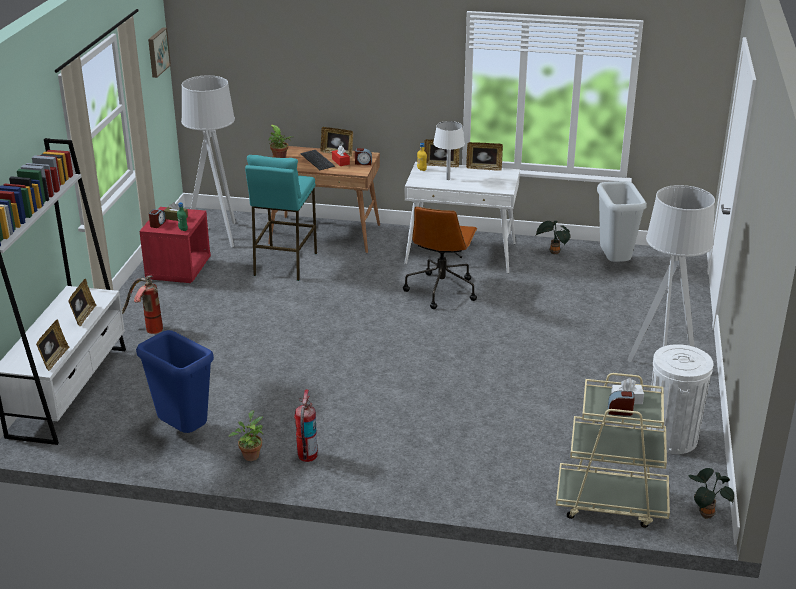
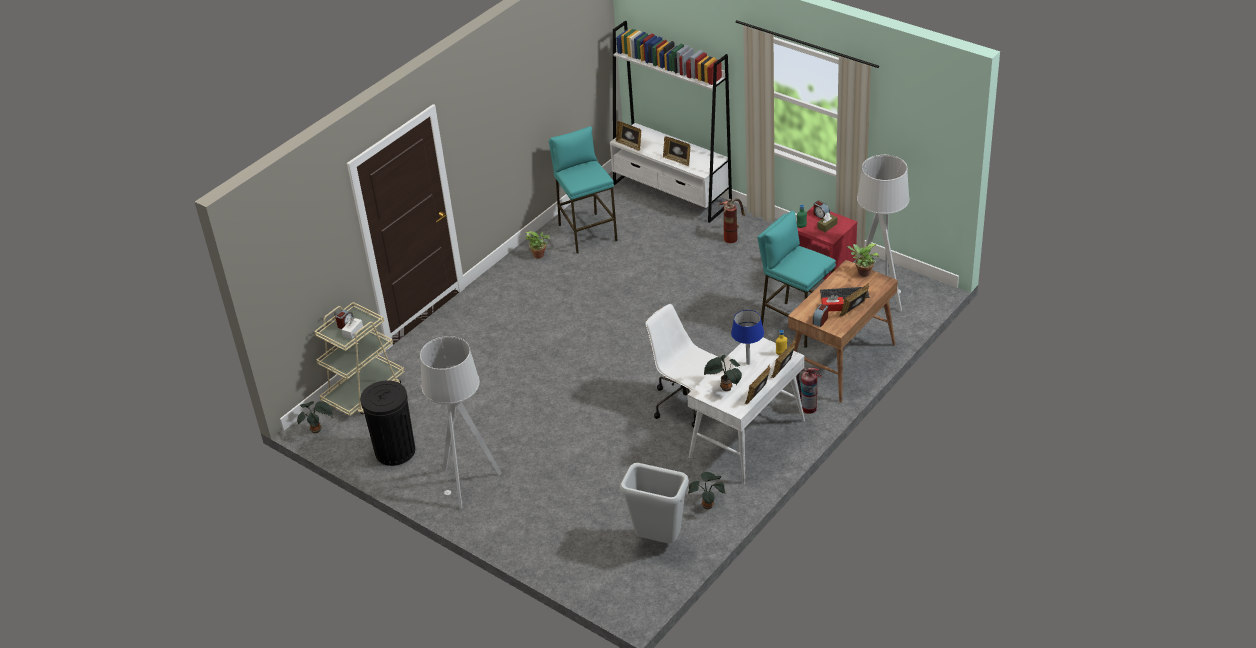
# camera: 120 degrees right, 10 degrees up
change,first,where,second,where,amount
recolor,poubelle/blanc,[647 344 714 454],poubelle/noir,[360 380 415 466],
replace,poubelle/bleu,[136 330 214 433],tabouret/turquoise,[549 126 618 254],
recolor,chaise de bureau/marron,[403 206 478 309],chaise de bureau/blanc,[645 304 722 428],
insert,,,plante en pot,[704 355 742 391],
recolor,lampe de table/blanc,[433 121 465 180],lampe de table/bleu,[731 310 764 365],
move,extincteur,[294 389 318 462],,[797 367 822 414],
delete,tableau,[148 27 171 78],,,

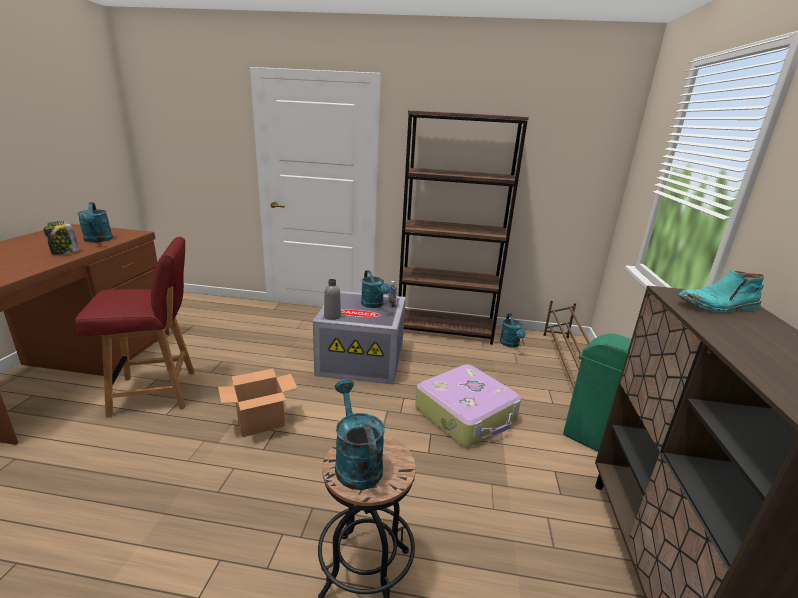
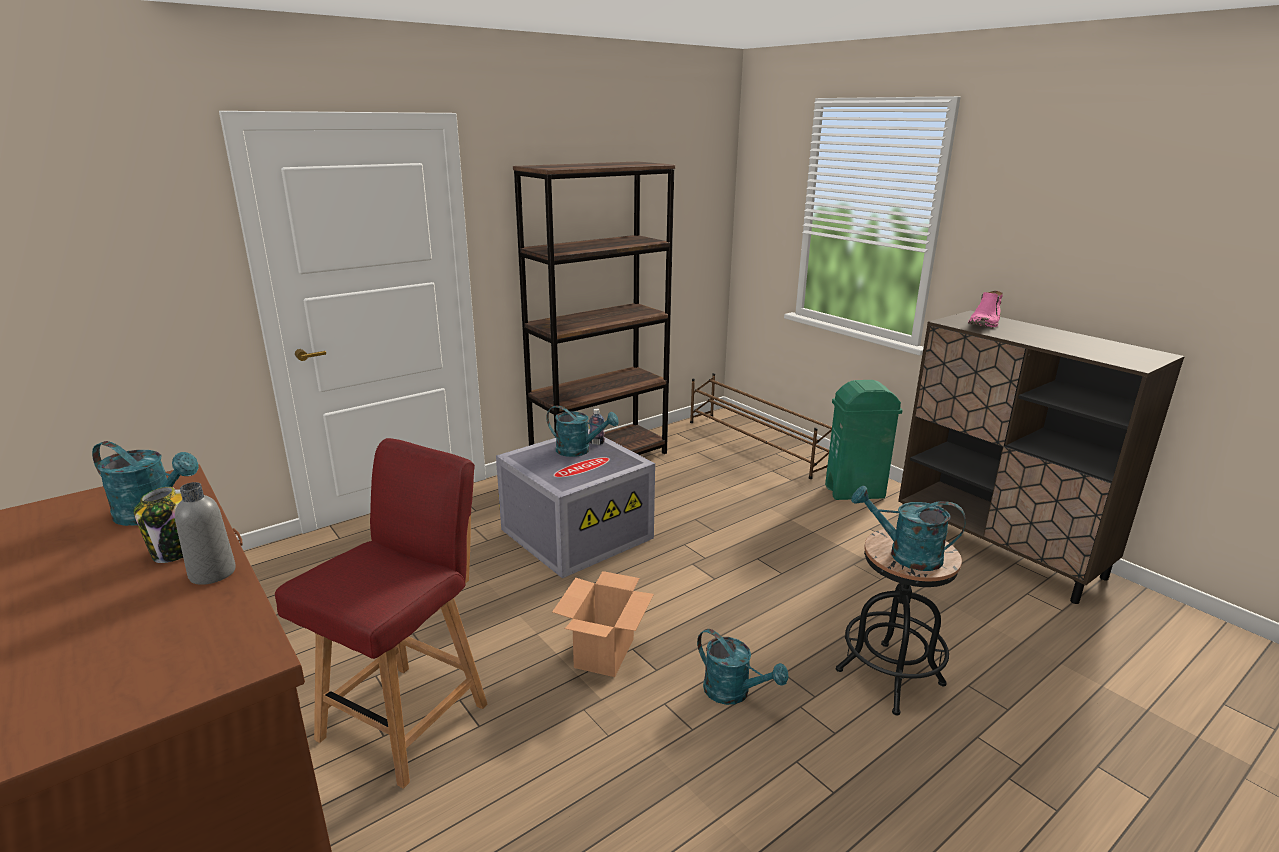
# camera: 45 degrees left, 0 degrees up
change,first,where,second,where,amount
move,bouteille/gris,[324 279 341 320],,[175 482 236 585],
move,arrosoir/turquoise,[500 313 526 348],,[697 629 789 705],
recolor,botte/turquoise,[678 269 764 313],botte/rose,[968 291 1003 327],
delete,valise,[415 364 521 447],,,

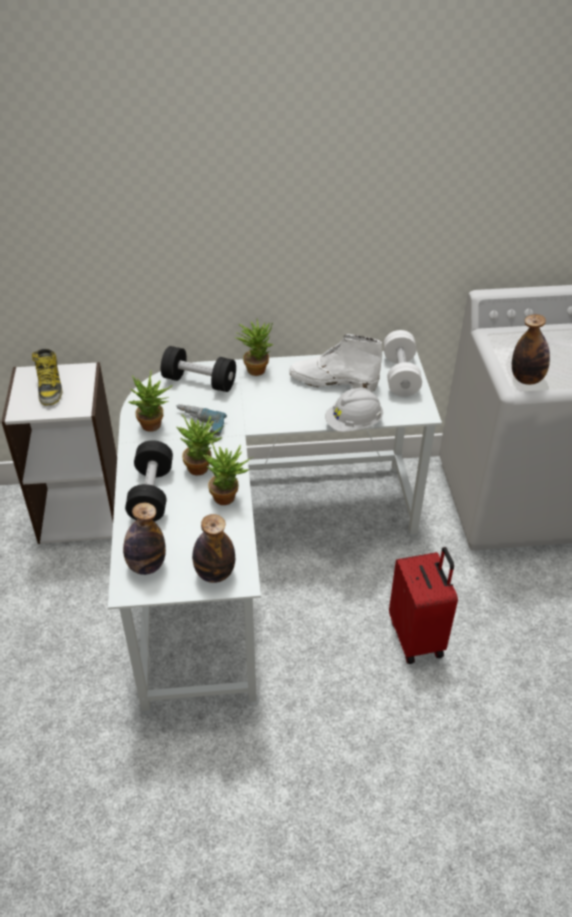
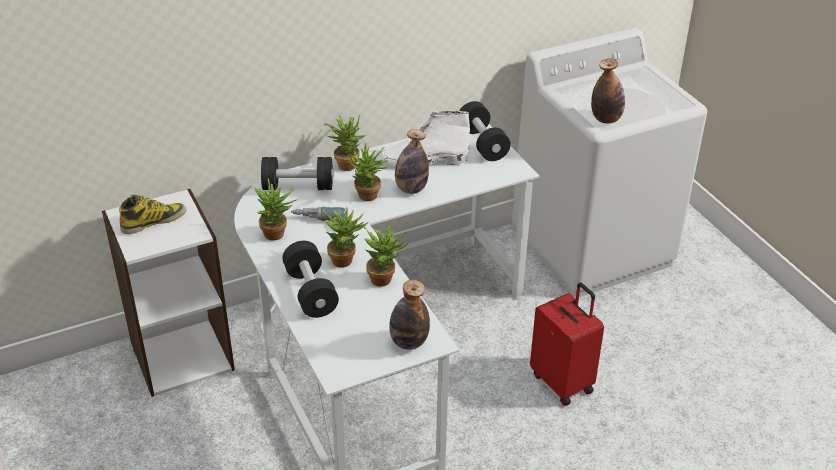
# camera: 20 degrees left, 5 degrees down
change,first,where,second,where,amount
rotate,botte,[32 349 62 406],,[119 194 186 234],90 degrees counterclockwise
insert,,,plante en pot,[348 142 388 201],
move,bouteille,[123 503 166 575],,[395 129 429 194],
recolor,haltère/blanc,[383 330 422 397],haltère/noir,[459 101 511 161],
delete,casque de chantier/blanc,[325 388 383 432],,,

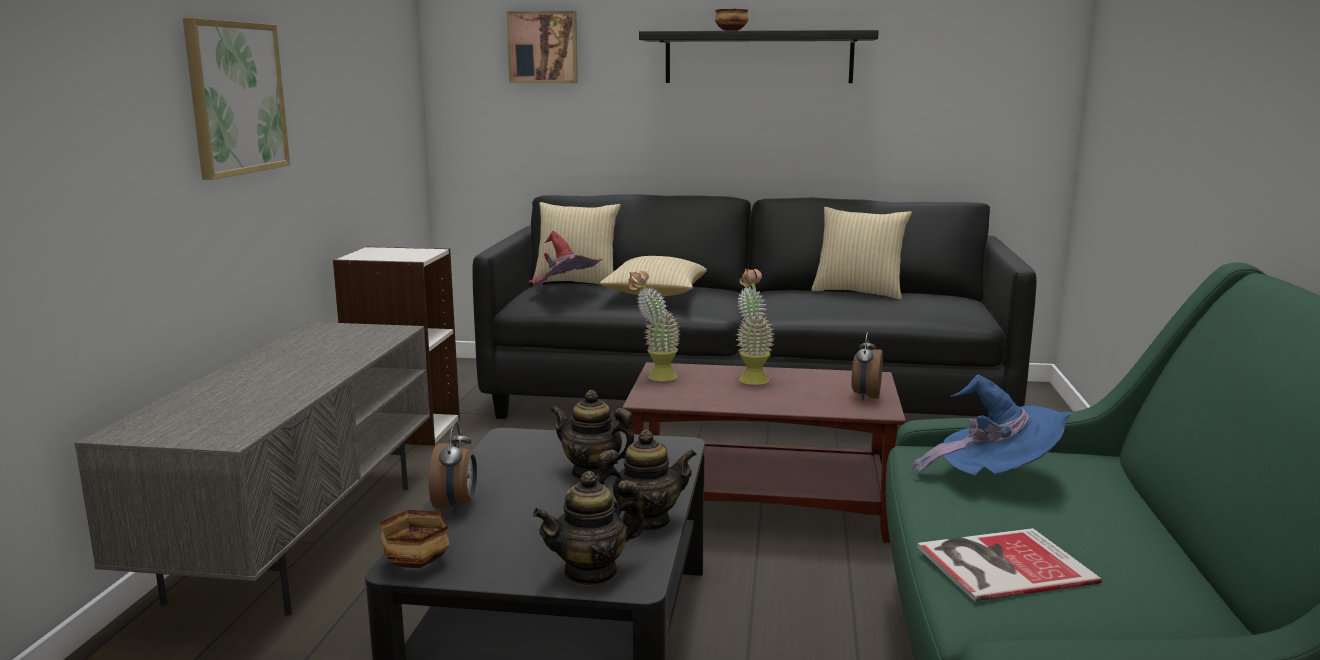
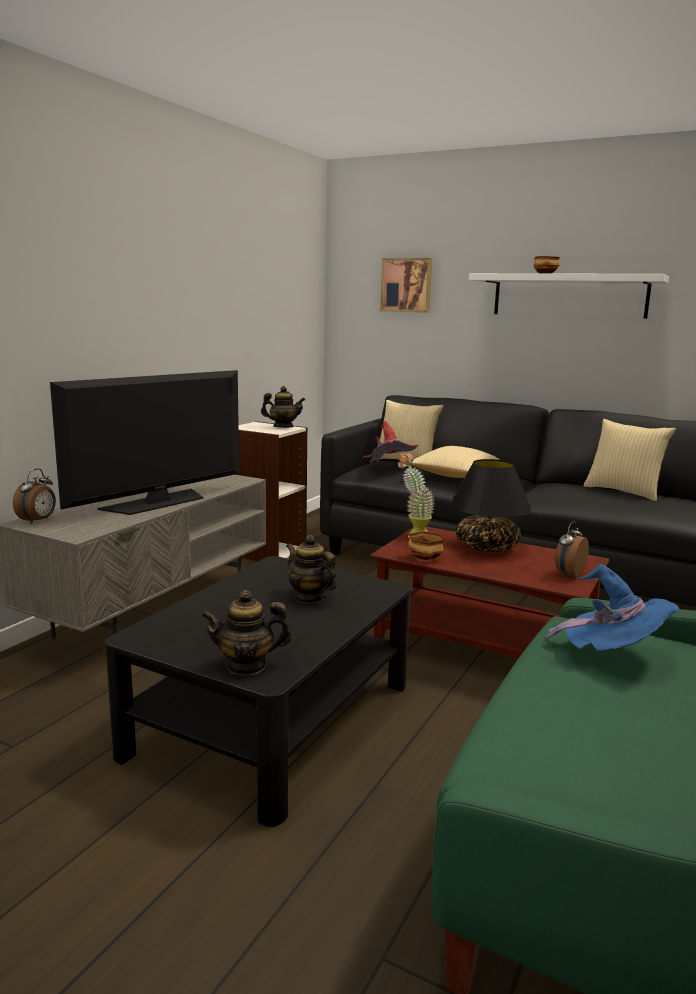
# camera: 20 degrees right, 0 degrees up
change,first,where,second,where,amount
move,réveil,[429 422 477 514],,[13 468 56 524],
insert,,,téléviseur,[50 370 239 515],
move,théière,[597 429 697 530],,[261 386 305 428],
move,bol,[380 510 450 568],,[408 531 444 560],
replace,plante en pot,[736 269 774 385],lampe de table/noir,[450 459 531 552],
recolor,étagère/noir,[639 30 879 83],étagère/blanc,[469 273 669 319],
delete,tableau,[183 18 290 180],,,
delete,livre,[917 528 1102 601],,,

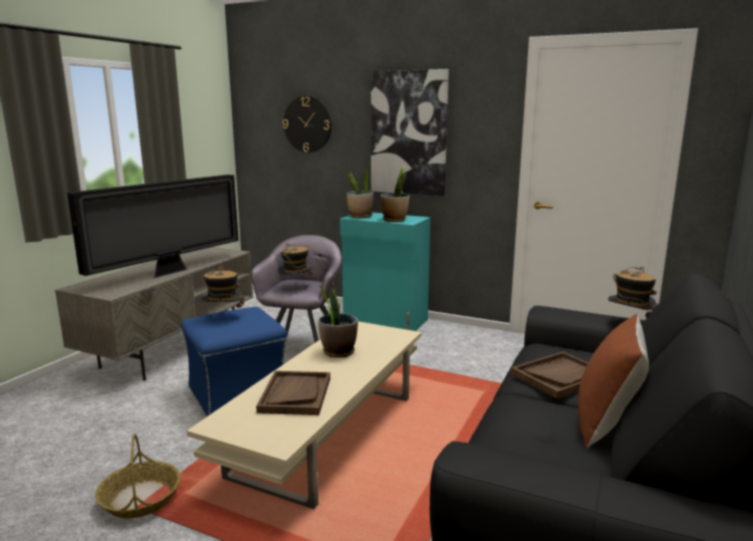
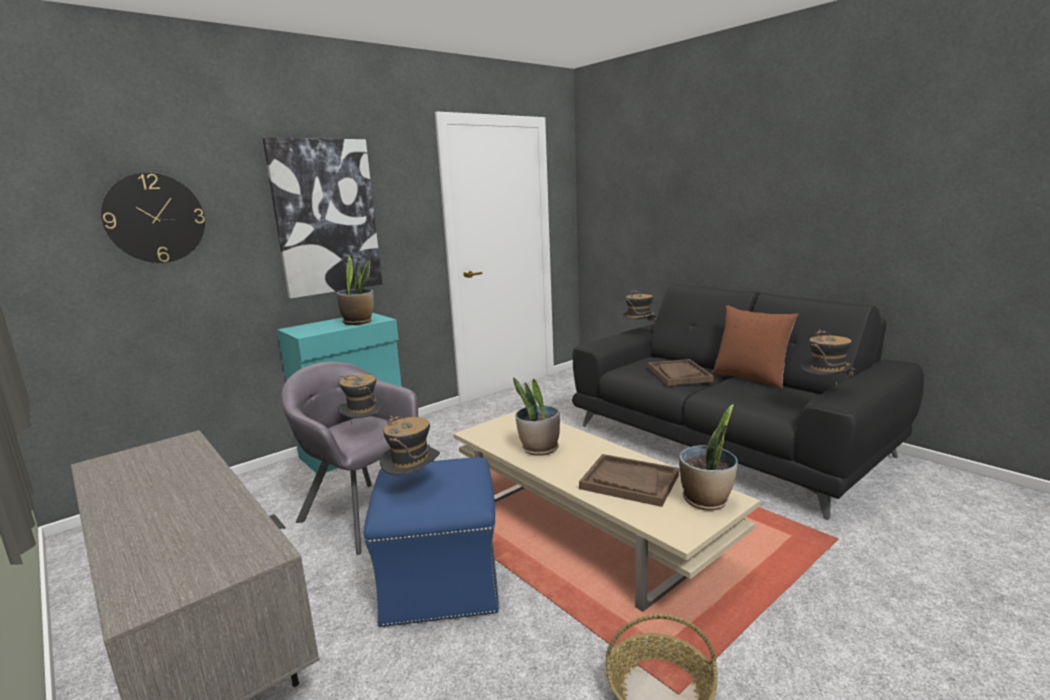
# camera: 65 degrees left, 0 degrees up
change,first,where,second,where,amount
move,plante en pot,[346 166 374 218],,[679 404 738 510],
insert,,,chapeau,[801 330 856 386],
delete,téléviseur,[67 175 239 278],,,

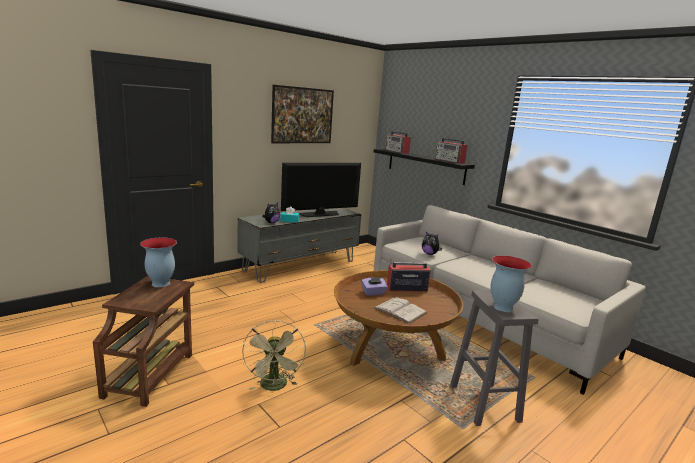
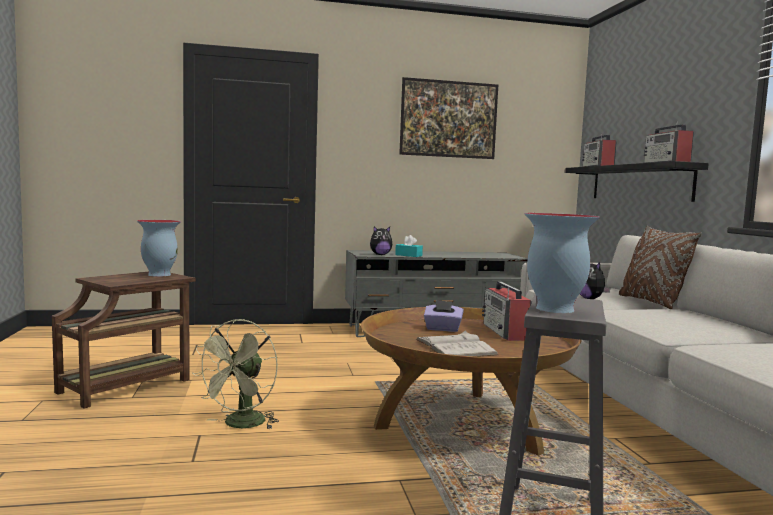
# camera: 30 degrees right, 10 degrees down
change,first,where,second,where,amount
rotate,radio,[387 258 431 292],,[482 281 532 341],120 degrees counterclockwise
insert,,,coussin/marron,[619 226 702 309],
delete,téléviseur,[281 163 361 217],,,

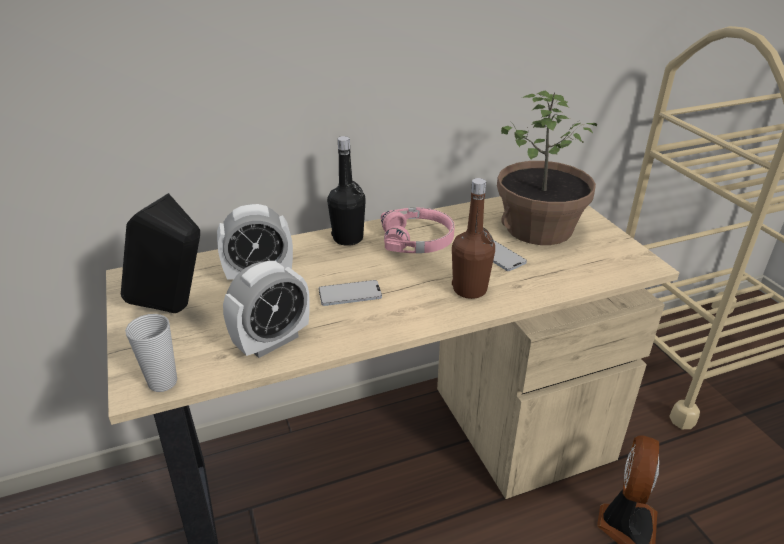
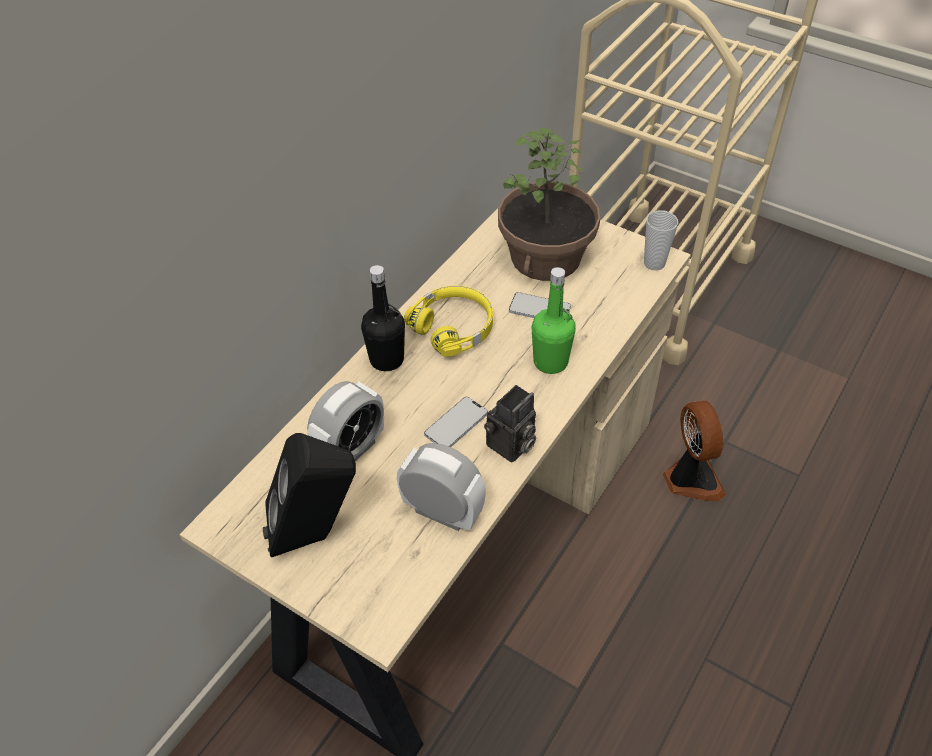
# camera: 35 degrees left, 15 degrees up
change,first,where,second,where,amount
rotate,réveil,[223 261 310 358],,[397 443 486 531],75 degrees counterclockwise
recolor,casque audio/rose,[381 208 455 253],casque audio/jaune,[404 286 493 357],
insert,,,appareil photo,[484 385 536 462],
recolor,bouteille/marron,[452 178 495 299],bouteille/vert,[531 267 576 374],
move,tasse,[125 314 177 392],,[644 210 678 270],

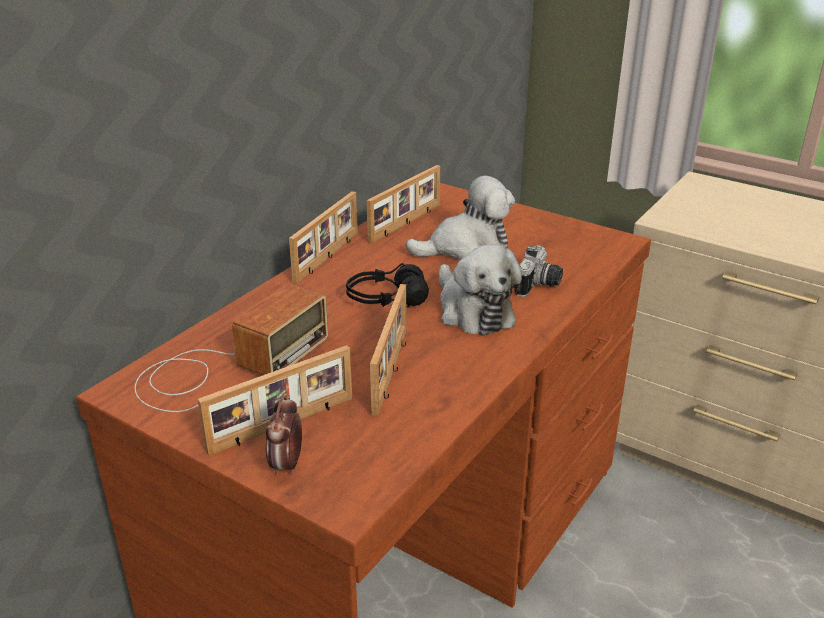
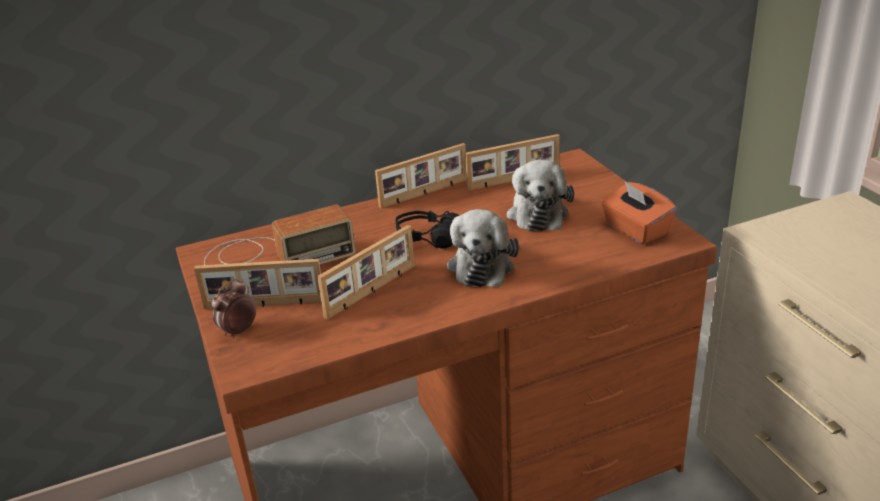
# camera: 35 degrees right, 0 degrees up
change,first,where,second,where,amount
rotate,peluche,[406 176 515 260],,[506 160 574 231],75 degrees clockwise
insert,,,boîte à mouchoirs/orange,[601 181 677 244],
delete,appareil photo,[514 245 563 297],,,

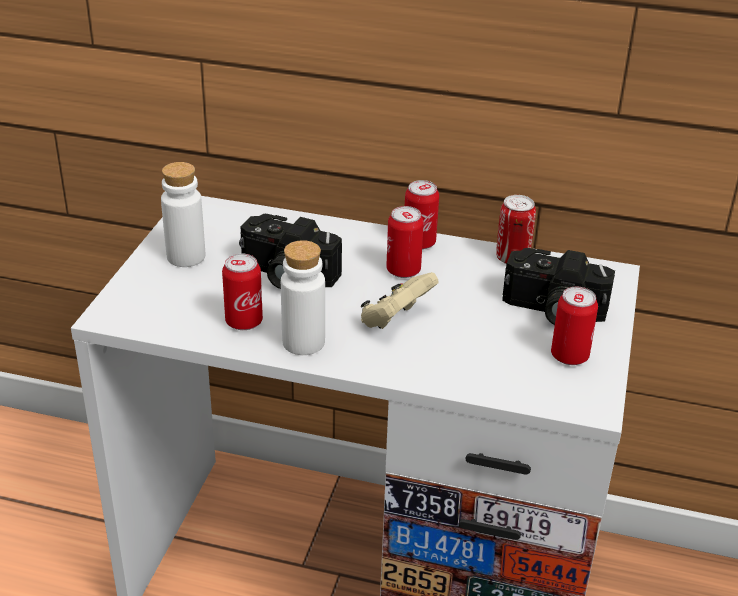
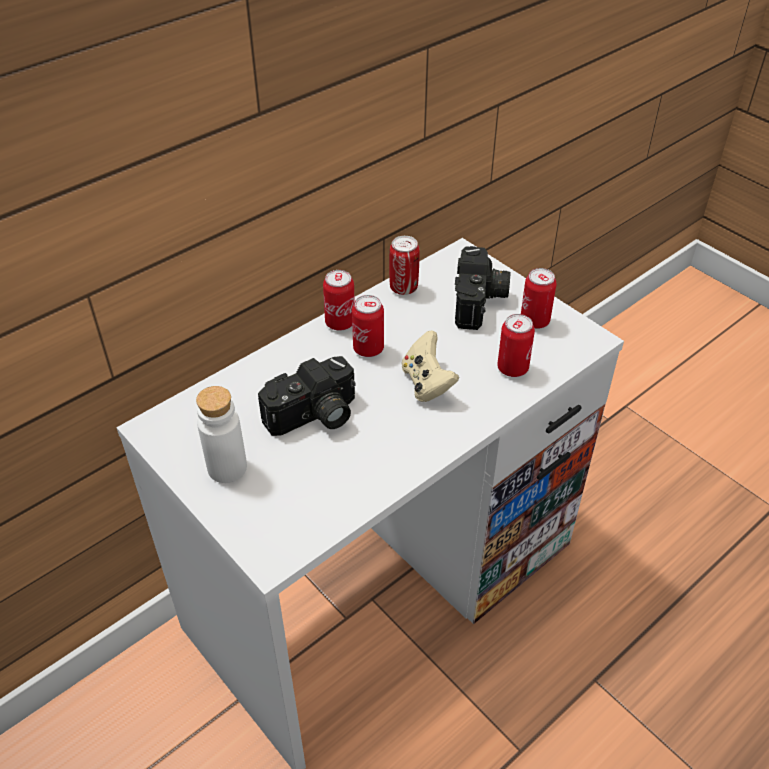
# camera: 55 degrees left, 10 degrees up
change,first,where,second,where,amount
rotate,appareil photo,[502 248 615 325],,[455 246 510 330],45 degrees counterclockwise
move,boîte métallique,[222 254 263 330],,[497 314 535 377],
delete,bouteille/blanc,[281 240 325 355],,,

